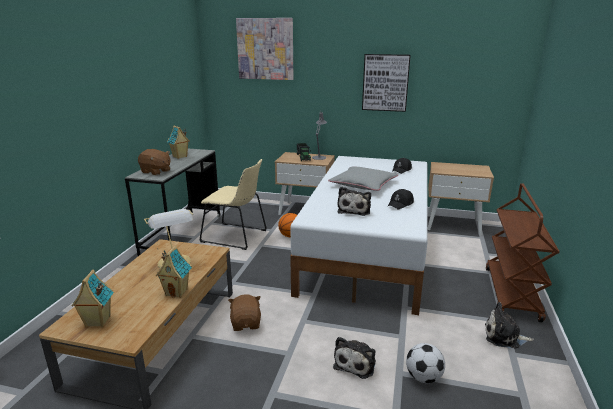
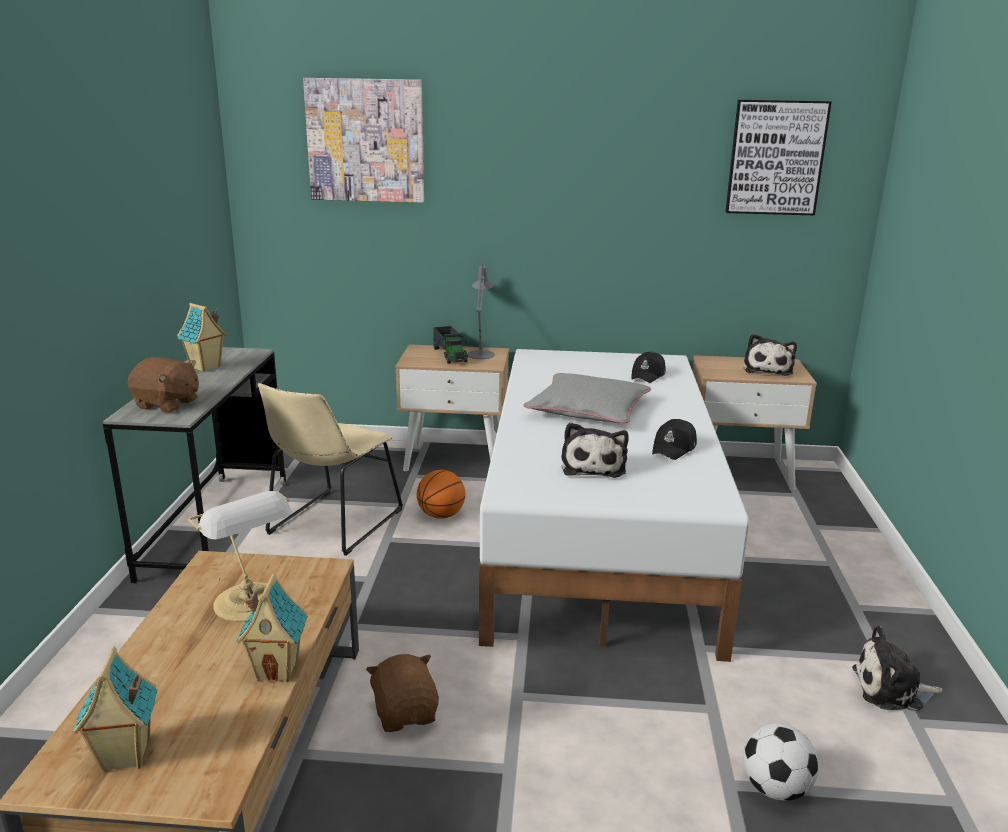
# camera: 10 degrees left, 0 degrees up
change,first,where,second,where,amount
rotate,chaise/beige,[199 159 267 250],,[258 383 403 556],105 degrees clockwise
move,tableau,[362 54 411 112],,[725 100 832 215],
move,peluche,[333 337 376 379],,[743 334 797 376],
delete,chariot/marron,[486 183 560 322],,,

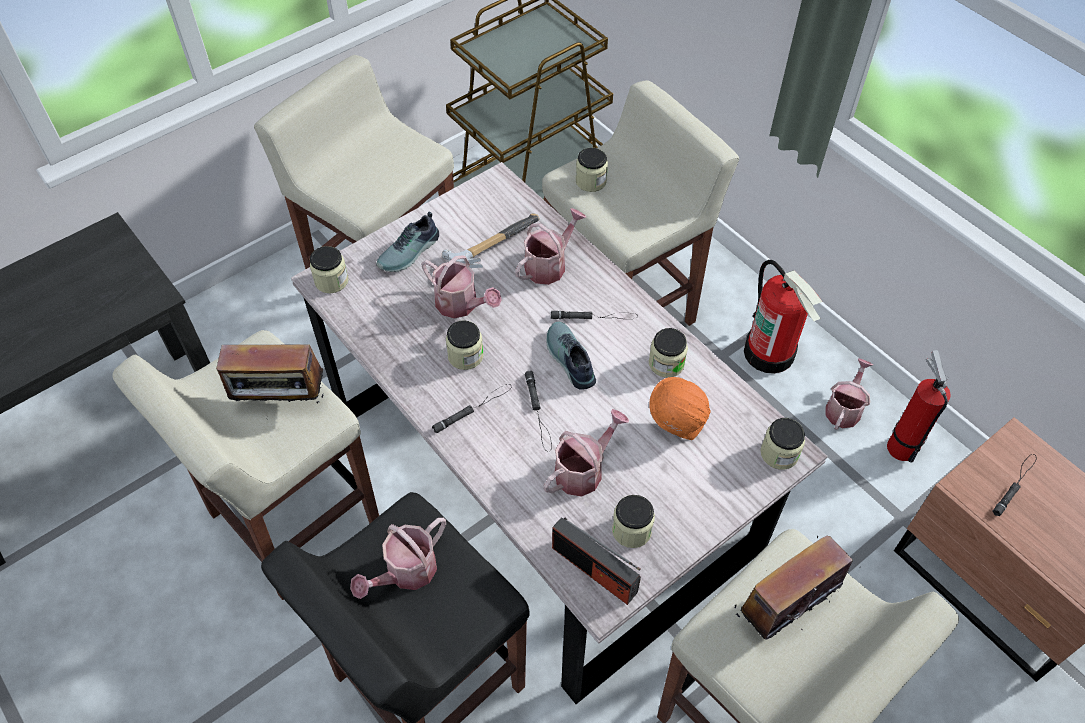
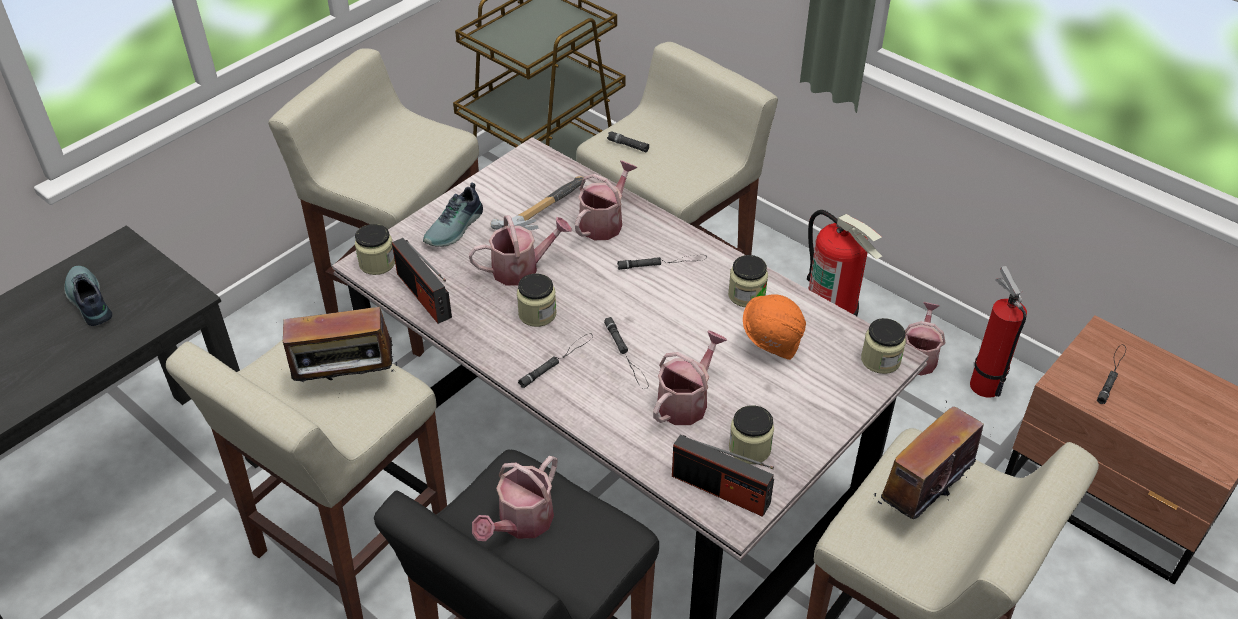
# camera: 10 degrees left, 10 degrees down
change,first,where,second,where,amount
move,chaussure,[546 321 596 390],,[64 266 113 326],
insert,,,radio,[392 238 452 324],
rotate,arrosoir,[421 255 502 319],,[468 215 572 286],45 degrees counterclockwise
replace,bocal,[576 148 608 192],lampe de poche/noir,[607 131 649 152],

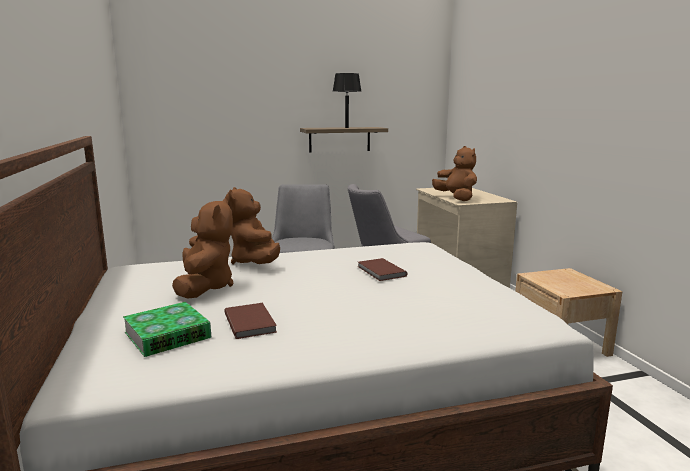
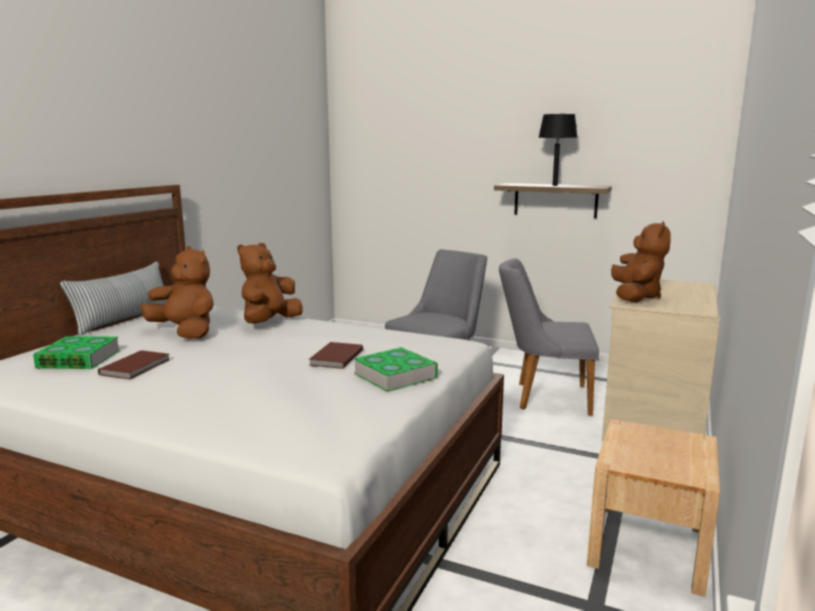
# camera: 40 degrees right, 0 degrees up
change,first,where,second,where,amount
insert,,,coussin,[60 262 167 336],
rotate,peluche/marron,[172 198 233 299],,[140 246 214 339],90 degrees counterclockwise
insert,,,livre,[354 347 438 392],

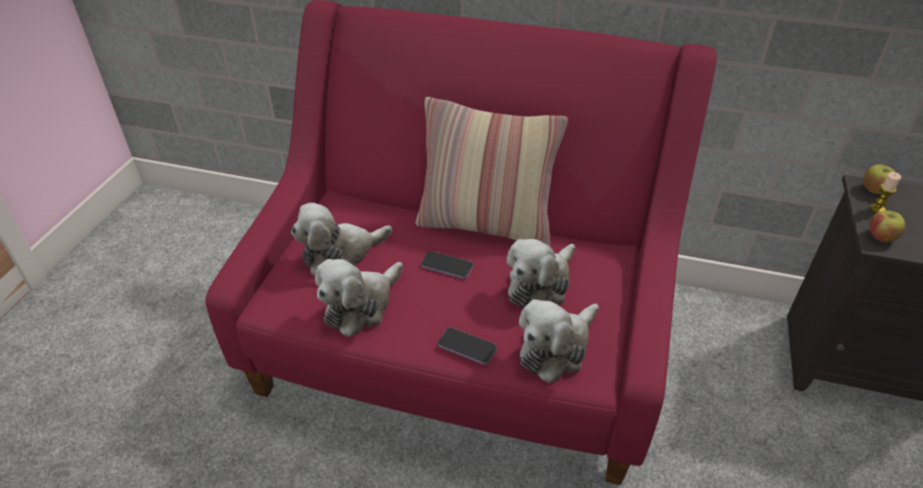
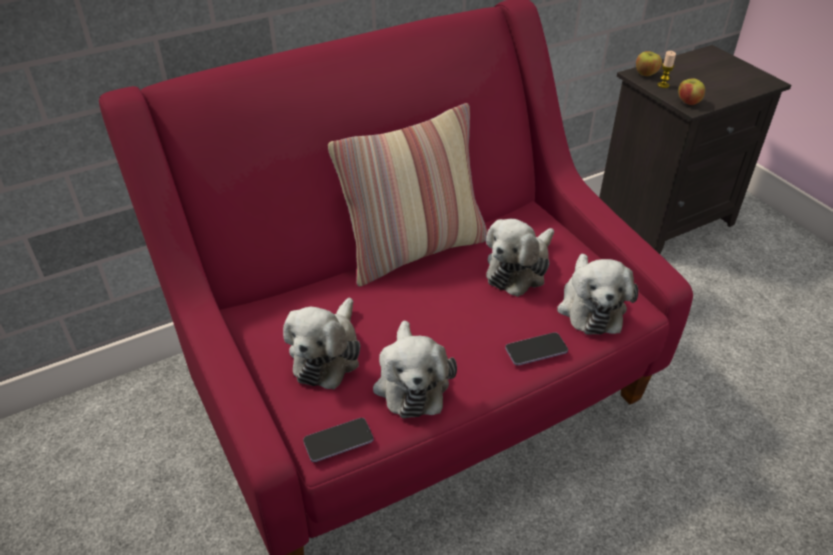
# camera: 45 degrees left, 0 degrees up
change,first,where,second,where,amount
move,téléphone,[421 251 474 279],,[303 418 373 462],
rotate,peluche,[507 239 575 308],,[486 219 554 297],45 degrees clockwise

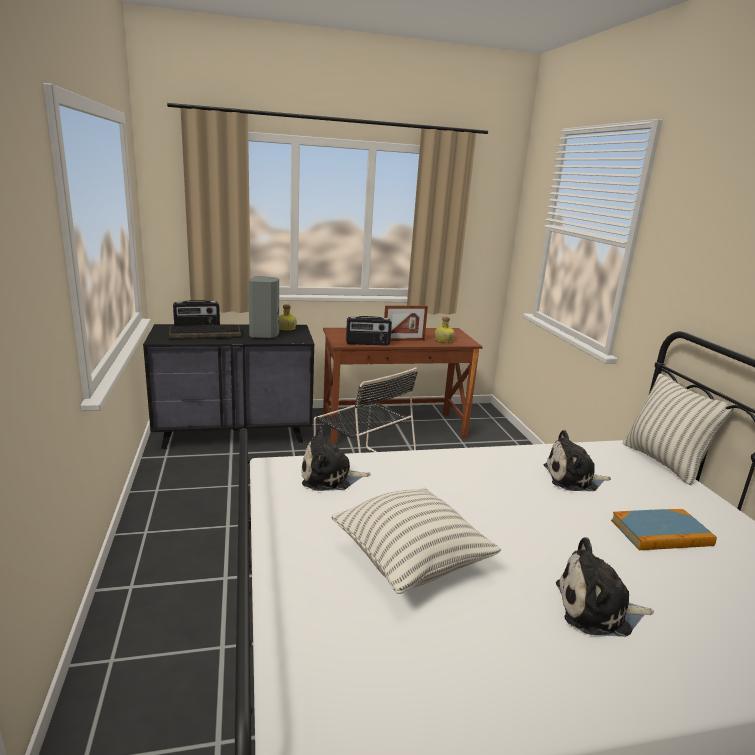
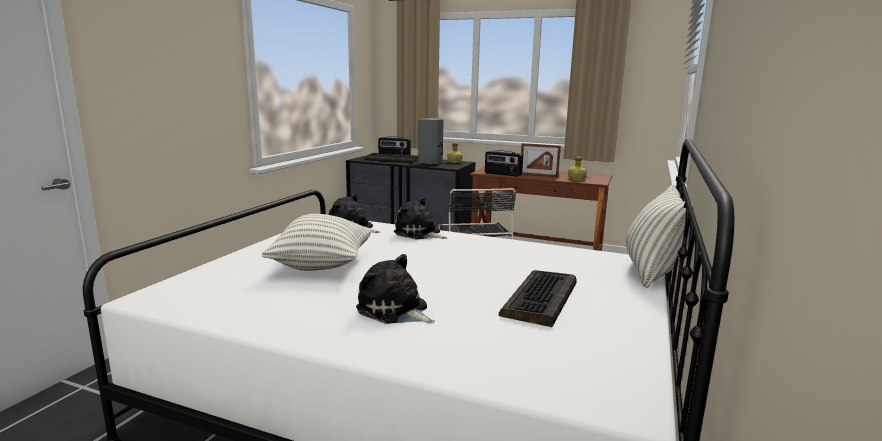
# camera: 35 degrees right, 5 degrees down
change,first,where,second,where,amount
move,peluche,[544 430 611 491],,[394 197 447 239],
replace,livre,[611 509 717 550],clavier,[499 270 577 327],

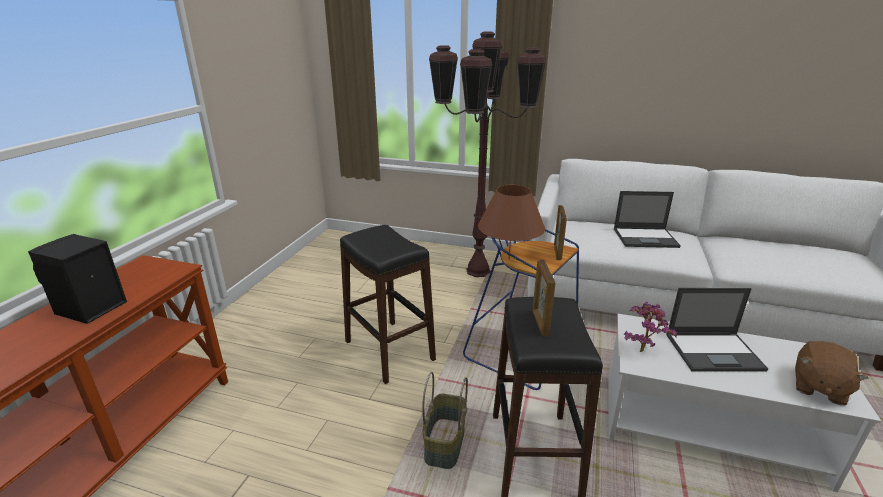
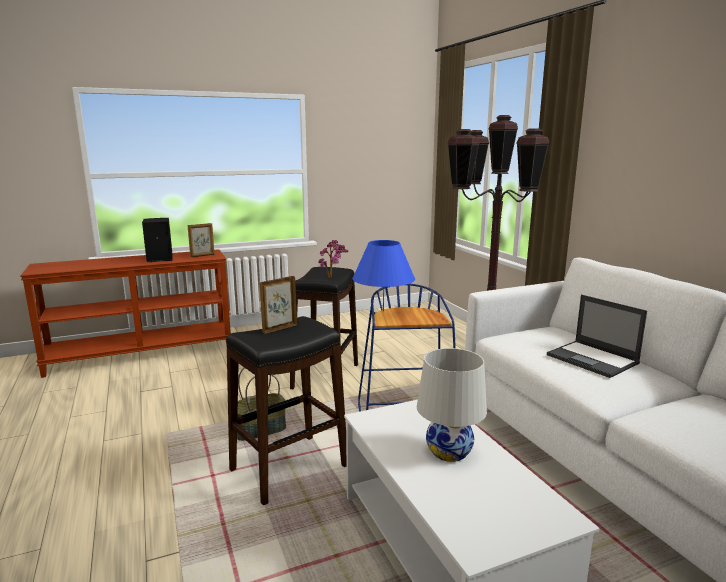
# camera: 50 degrees right, 10 degrees down
change,first,where,second,where,amount
move,cadre photo,[554 205 567 260],,[188 223 215 257],
move,plante en pot,[624 302 677 352],,[319 240 348 277],
recolor,lampe de table/marron,[478 185 545 259],lampe de table/bleu,[352 240 415 311],
replace,ordinateur portable,[666 288 768 372],lampe de table/blanc,[417 348 487 462],
delete,peluche/marron,[795 341 869 405],,,

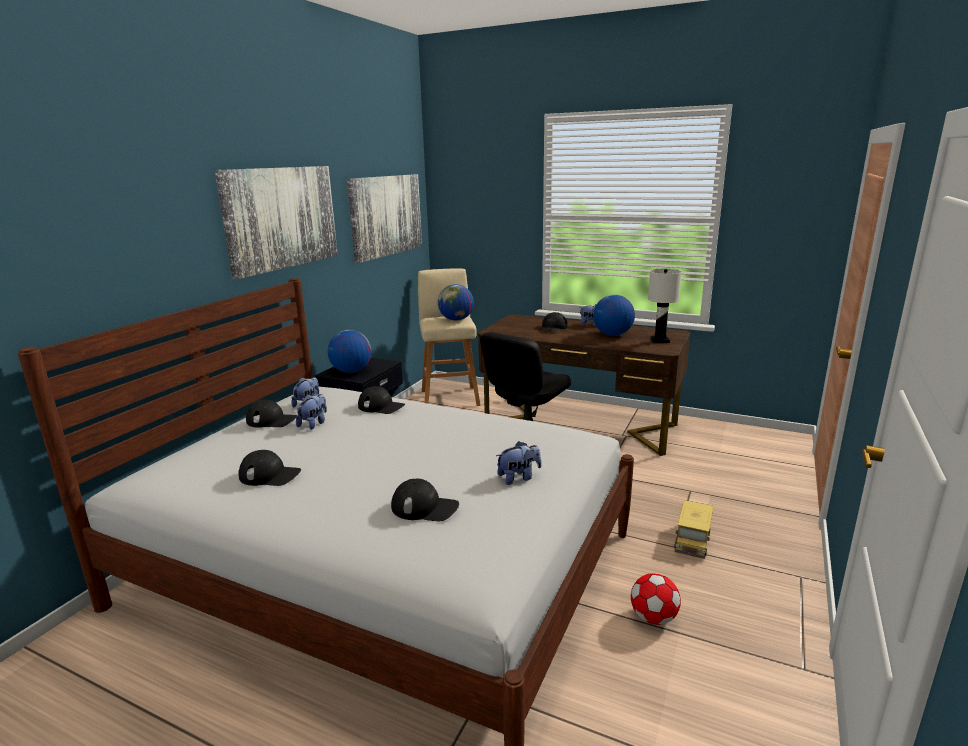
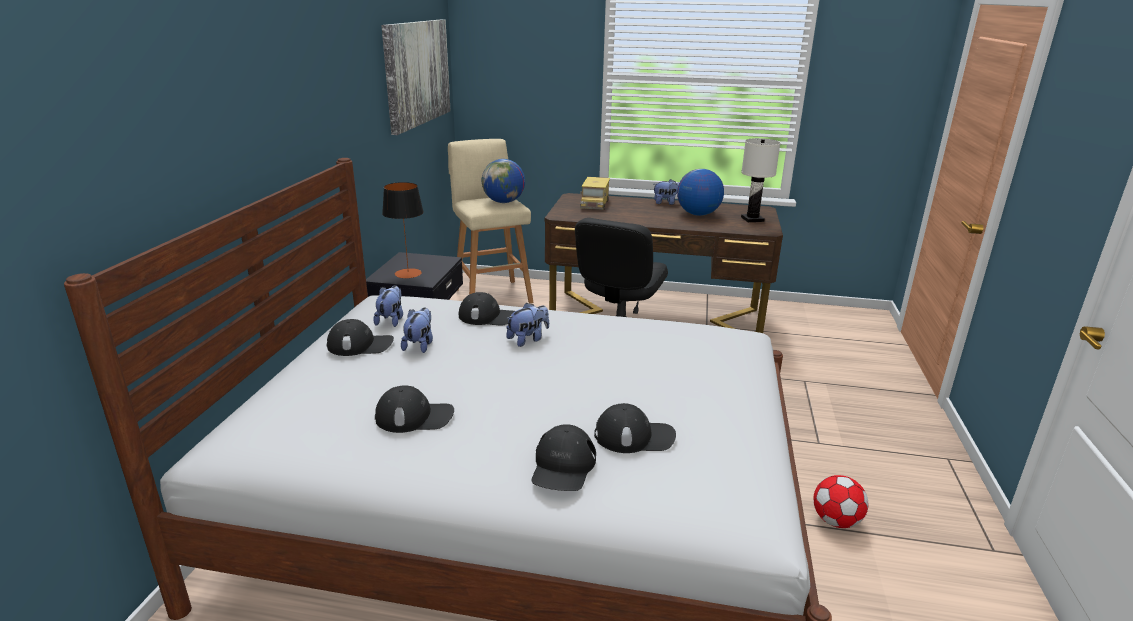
# camera: 15 degrees left, 5 degrees up
change,first,where,second,where,amount
replace,globe,[328 330 372 373],lampe de table,[382 182 424 278],
move,peluche,[496 441 541 485],,[506 303 549 347],
move,casquette/noir,[539 312 568 332],,[532 424 596 491],
move,camion jouet,[674 500 713 559],,[580 177 610 210],
delete,tableau,[214 166 338 279],,,

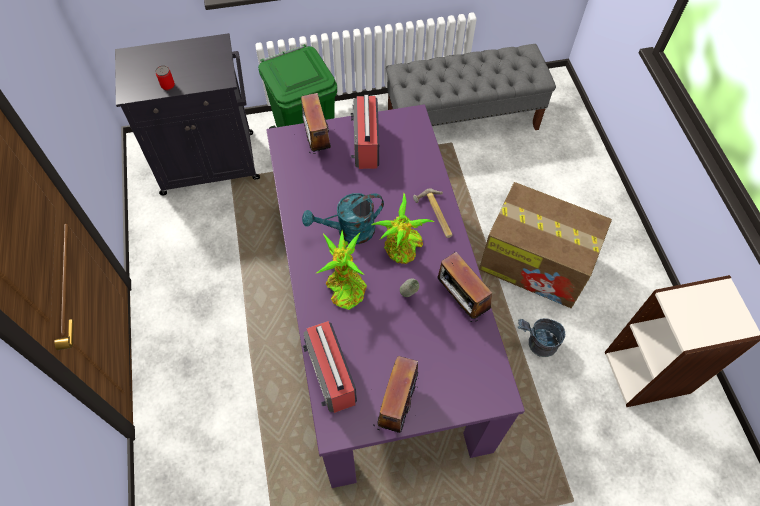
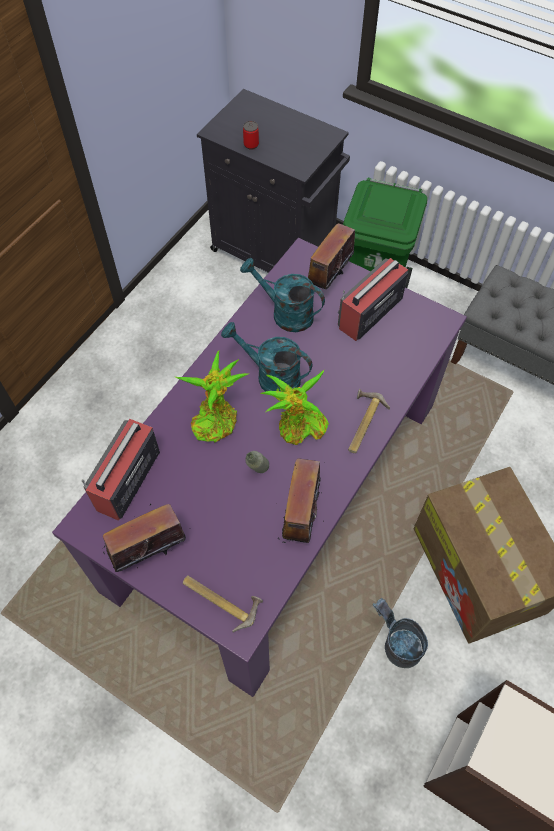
# camera: 45 degrees right, 0 degrees up
change,first,where,second,where,amount
insert,,,marteau,[183 575 263 633],
insert,,,arrosoir/turquoise,[240 258 325 332],

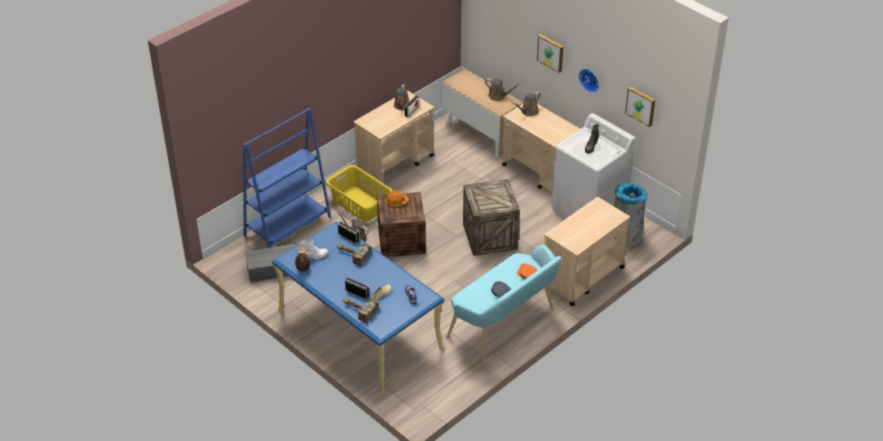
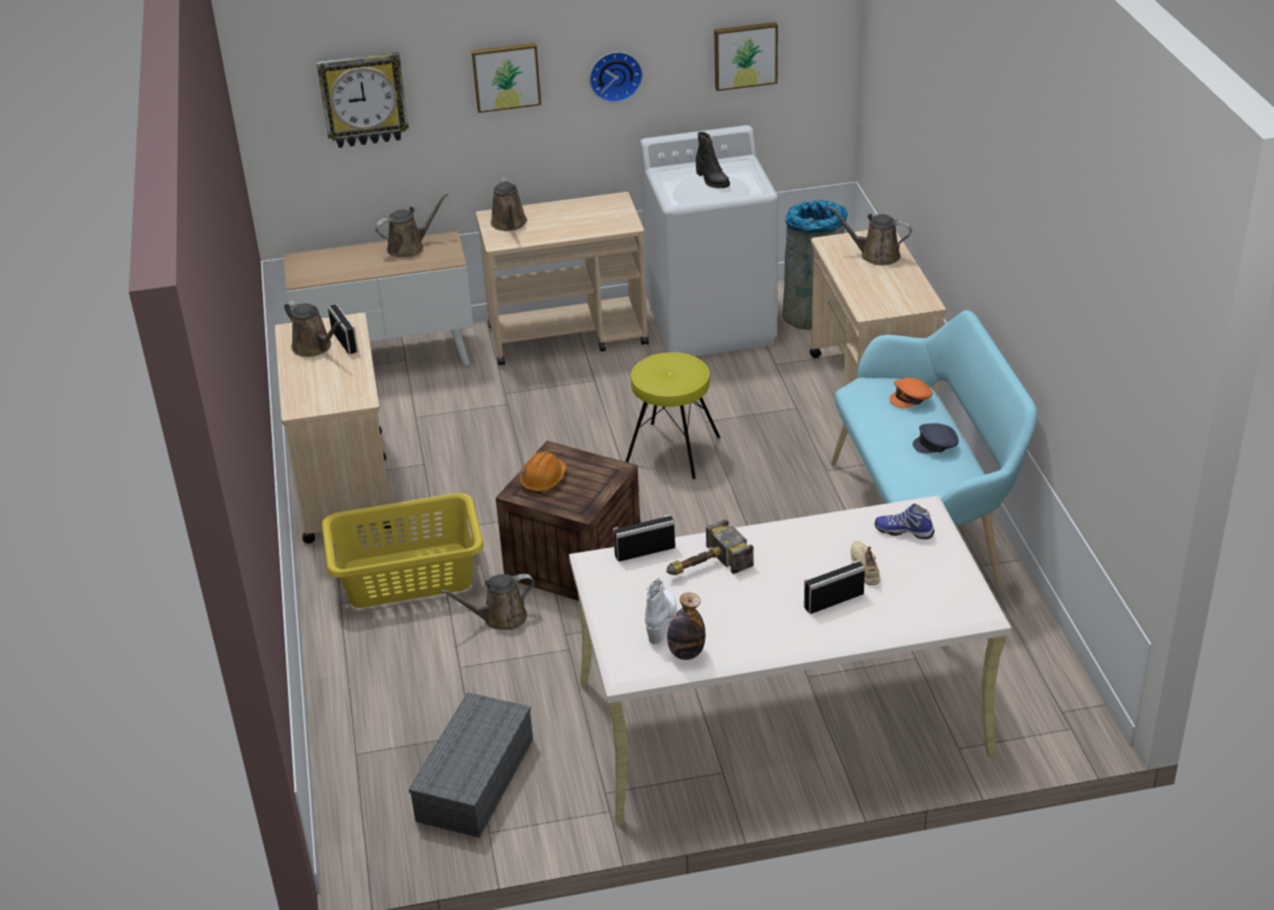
# camera: 55 degrees left, 5 degrees down
change,first,where,second,where,amount
insert,,,horloge murale,[316 52 409 148],
recolor,bureau/bleu,[272 221 444 394],bureau/beige,[569 496 1011 825],
replace,caisse,[463 179 520 256],tabouret/jaune,[625 352 720 479],
insert,,,arrosoir/marron,[828 206 912 265],
delete,bibliothèque/bleu,[243 108 331 248],,,
delete,marteau,[343 298 379 323],,,

